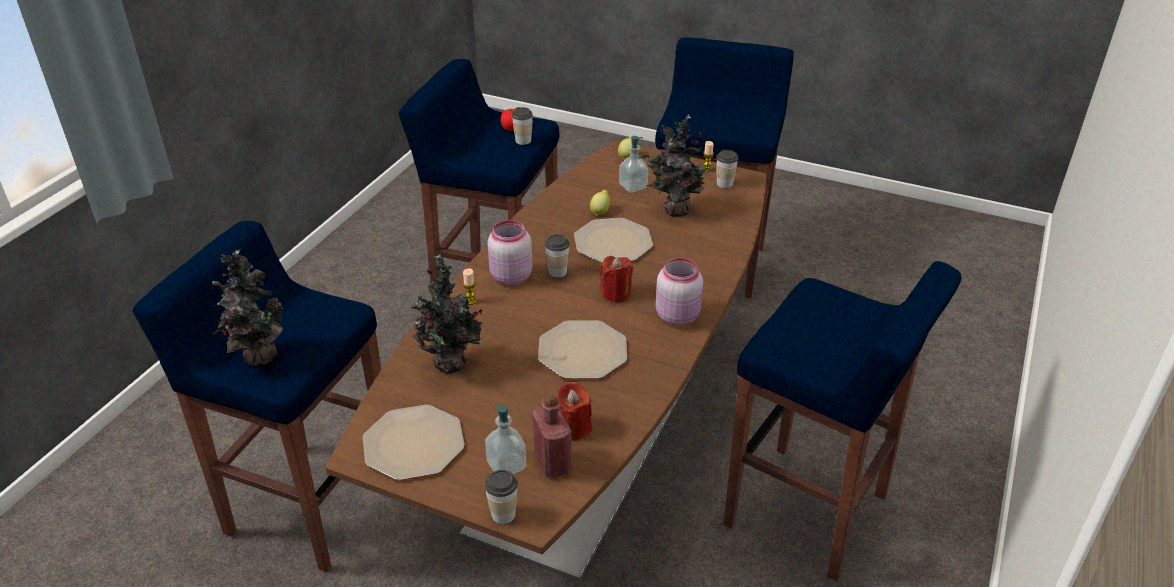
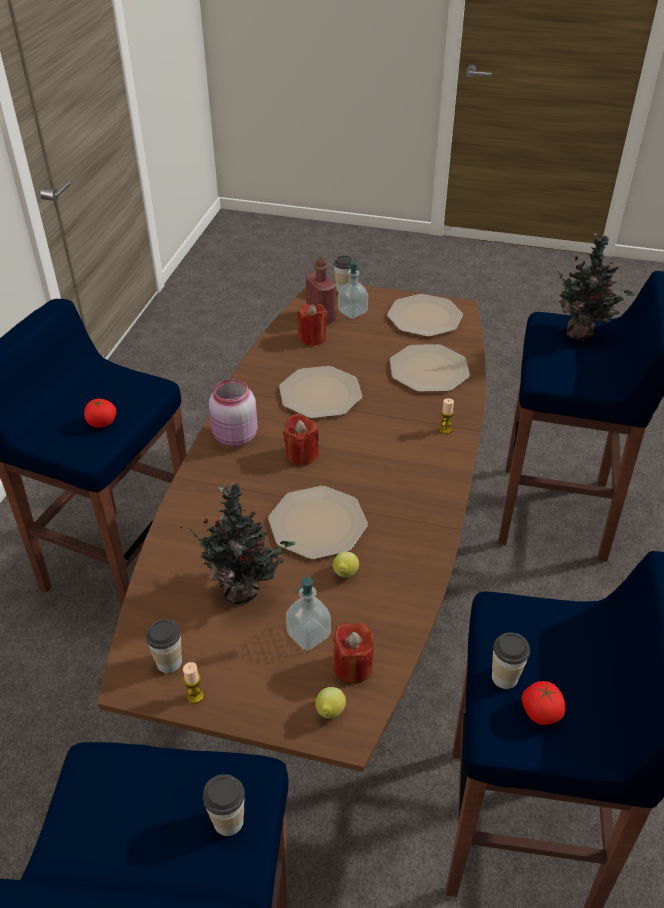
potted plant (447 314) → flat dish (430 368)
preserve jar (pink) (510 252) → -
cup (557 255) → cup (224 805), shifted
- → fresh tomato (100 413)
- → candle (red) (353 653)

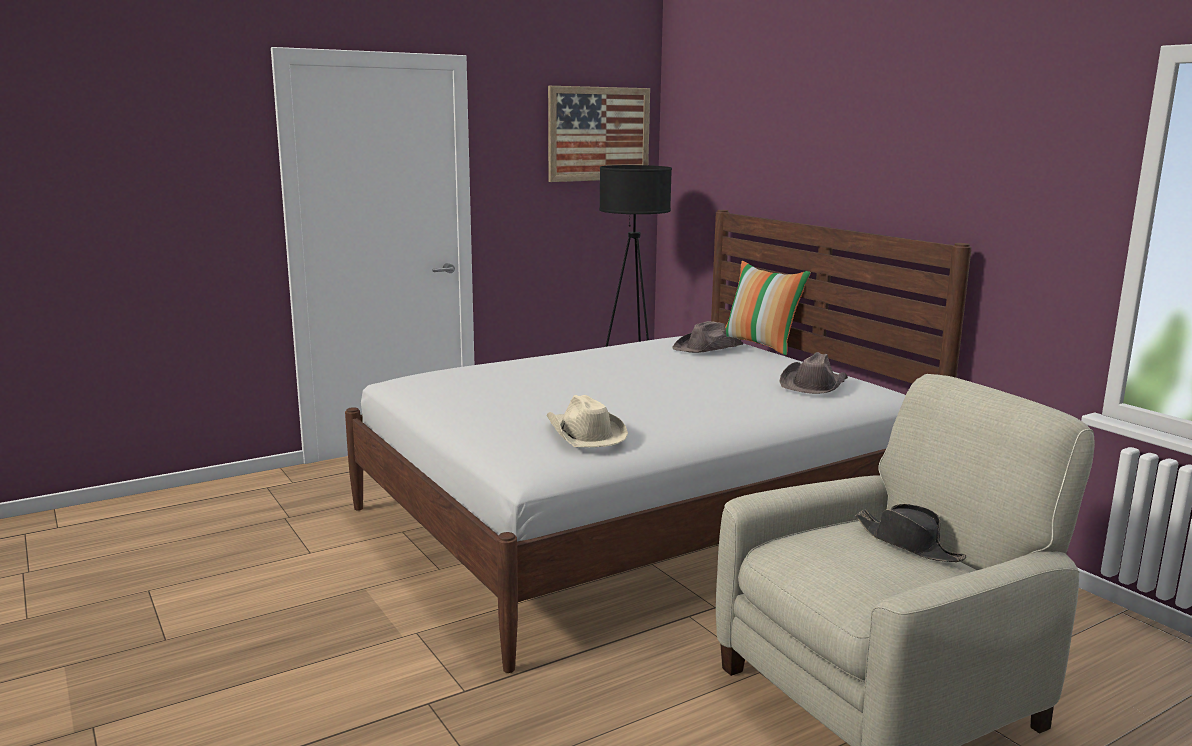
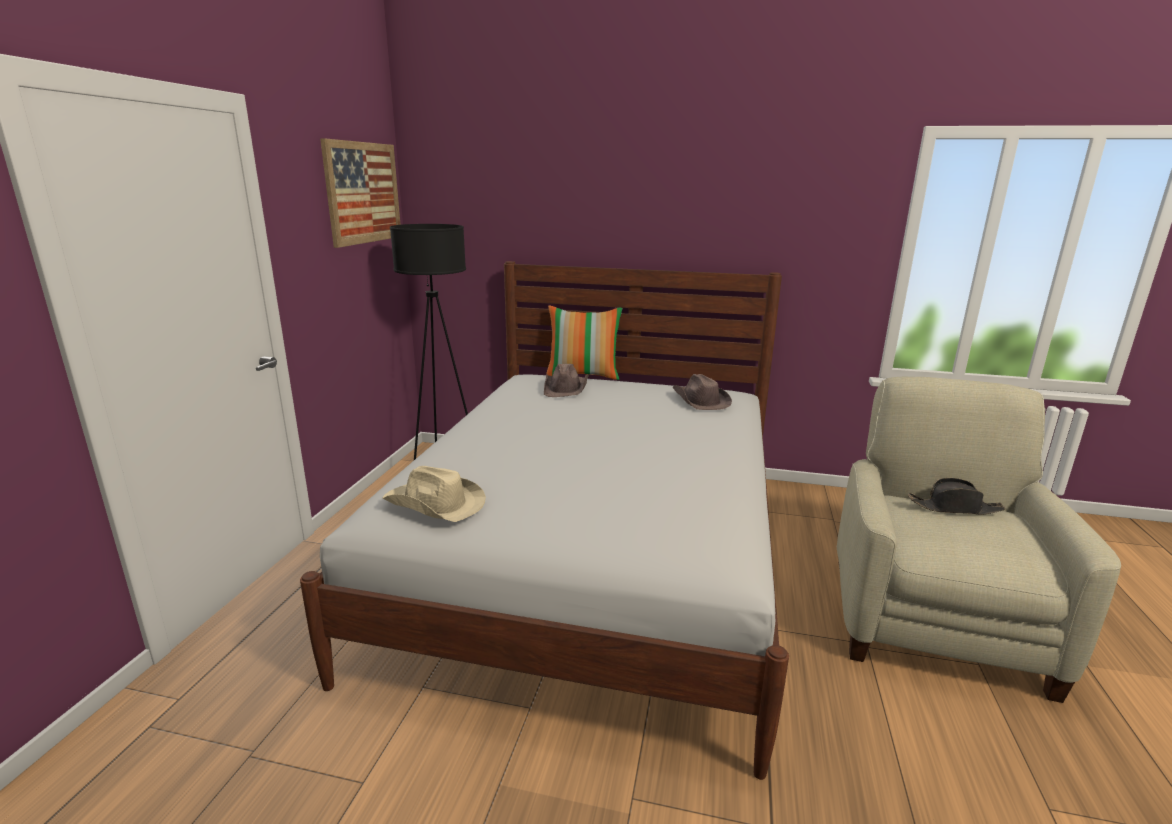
wearable hat (beige-coloured) (587 421) → wearable hat (beige-coloured) (434 494), shifted

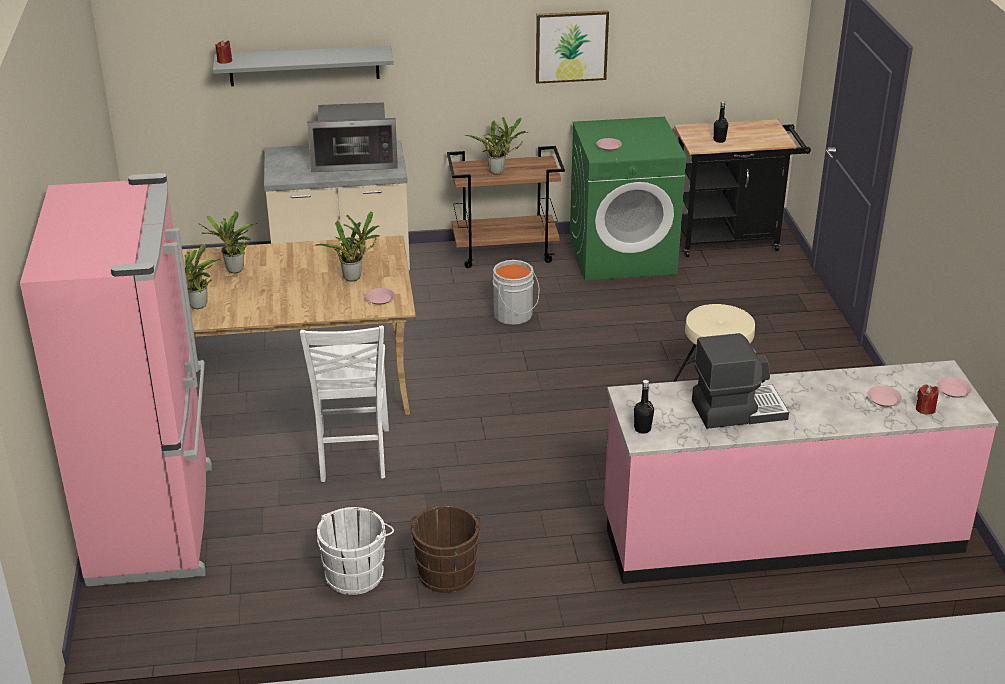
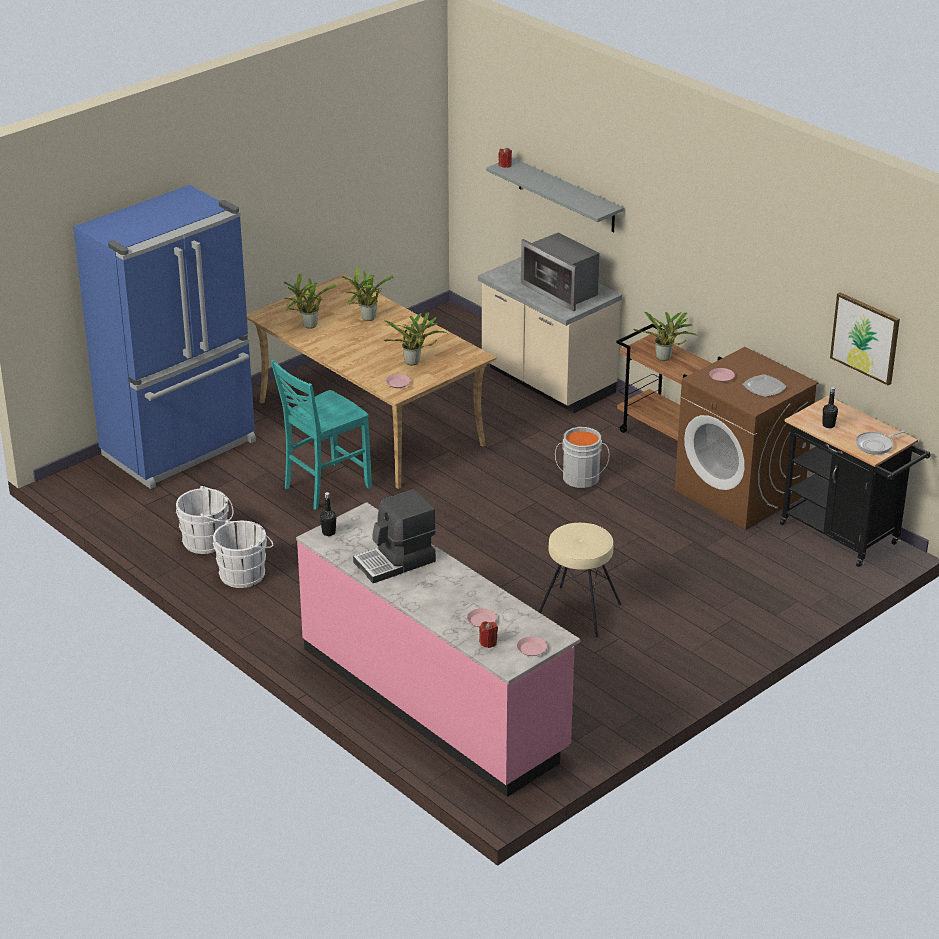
refrigerator (pink) (116 379) → refrigerator (blue) (164 337)
chair (white-coloured) (344 403) → chair (blue-green) (321 435)
pail (brownish) (445 549) → pail (white-coloured) (243 554)
wall picture (572 47) → wall picture (865 339), shifted
laundry appliance (green-coloured) (628 199) → laundry appliance (brownish) (747 438)
coffee brewer (740 381) → coffee brewer (394 536), 105 degrees clockwise
- → flat dish (764 385)
- → skillet (880 442)

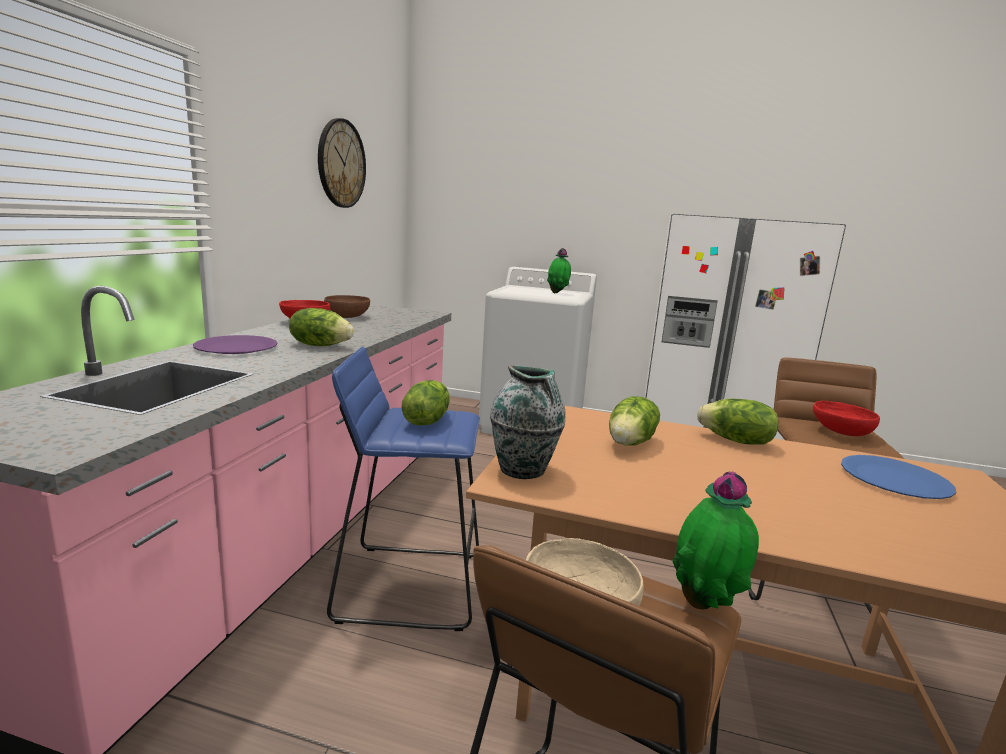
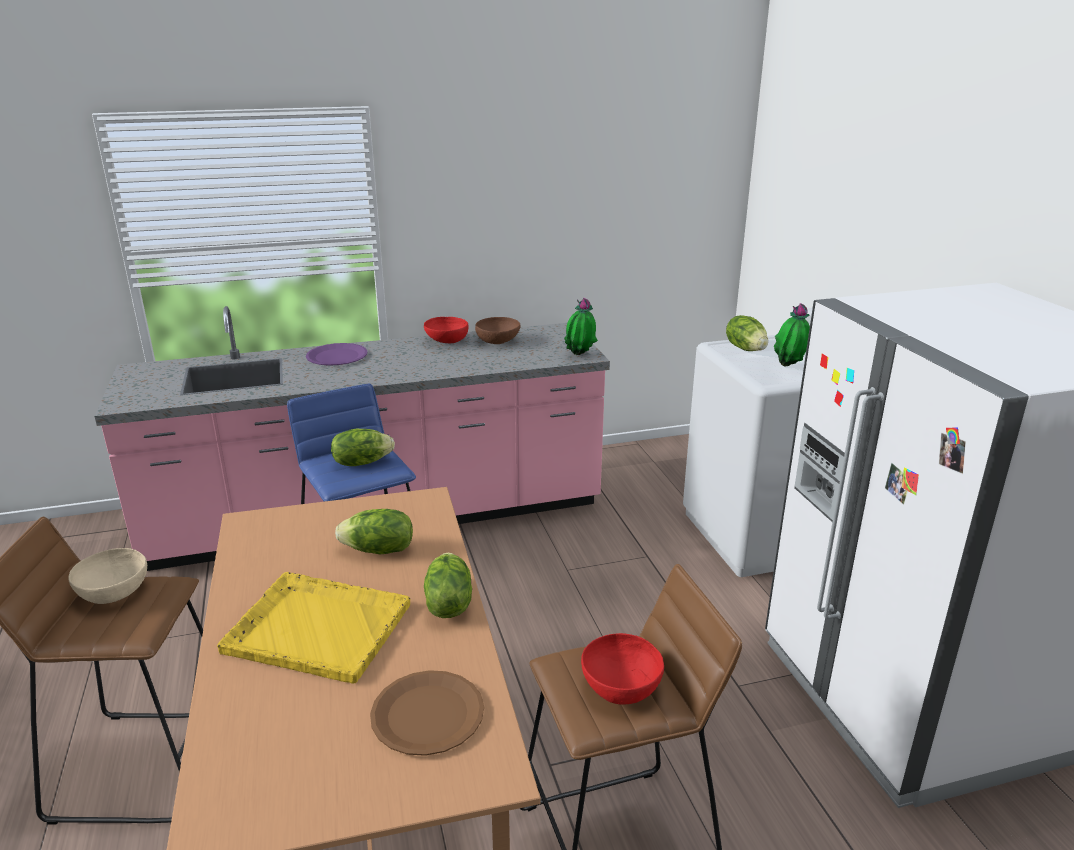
head of lettuce (321 327) → head of lettuce (747 333), shifted
wall clock (342 163) → -
vase (528 422) → -
potted plant (715 540) → potted plant (581 326), shifted
flat dish (blue) (898 477) → flat dish (brownish) (427 713)
- → tray (yellow) (313 627)

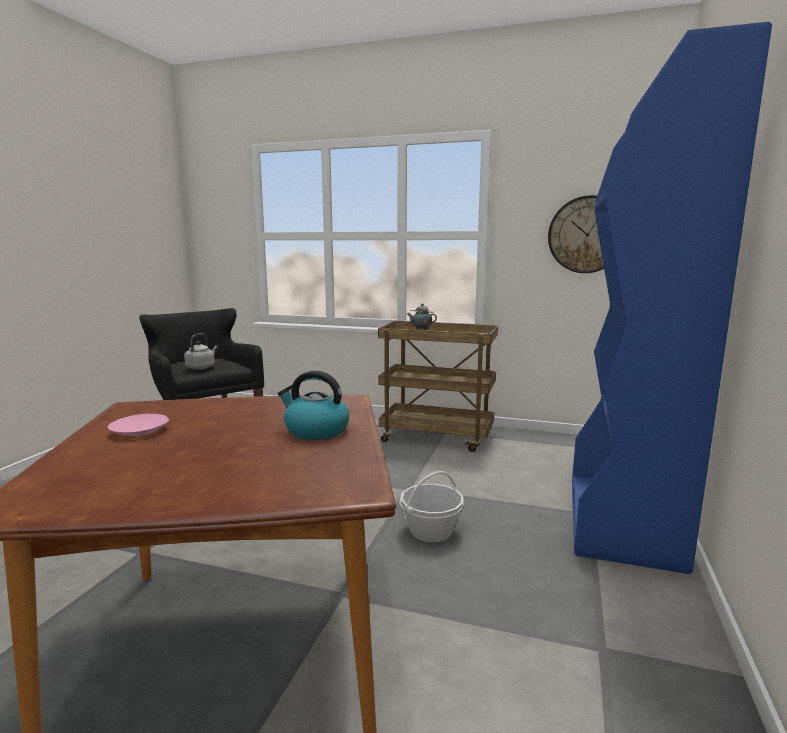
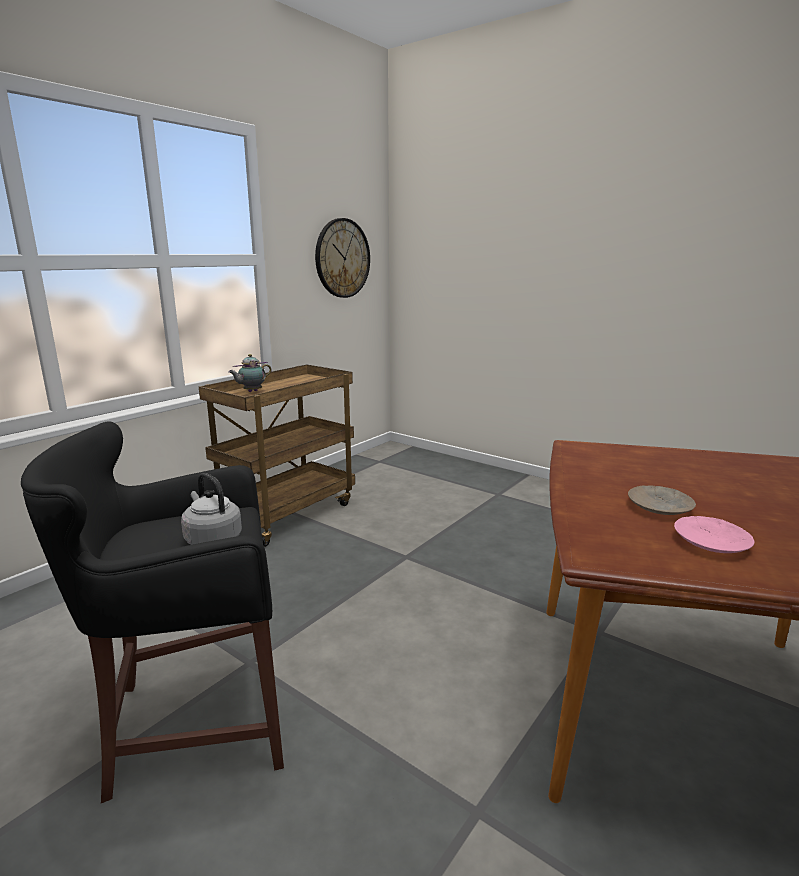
kettle (313 405) → -
household basket (432 506) → -
bookcase (blue) (672 298) → -
- → flat dish (beige-coloured) (662 500)

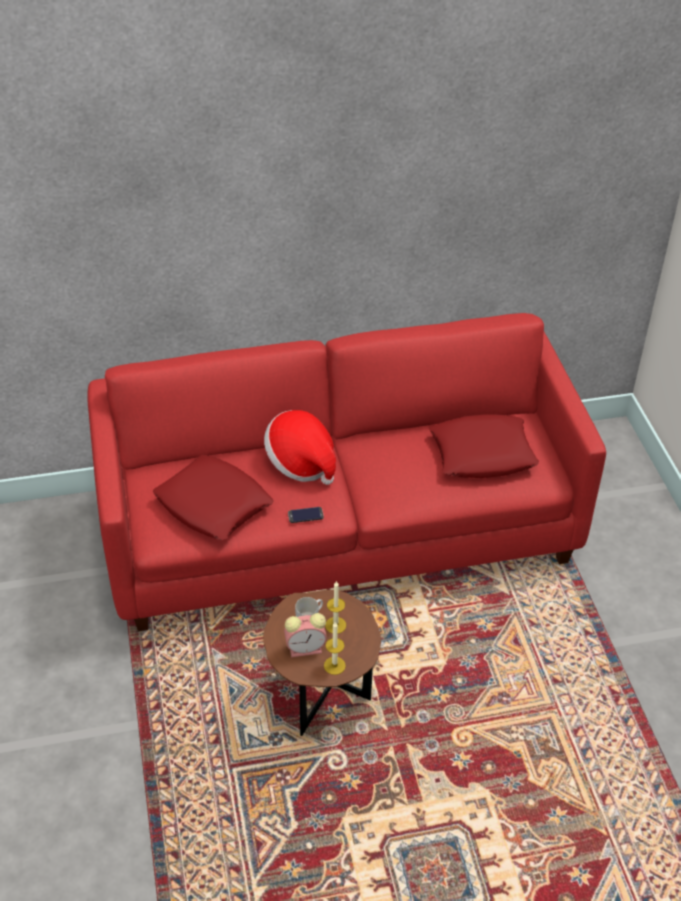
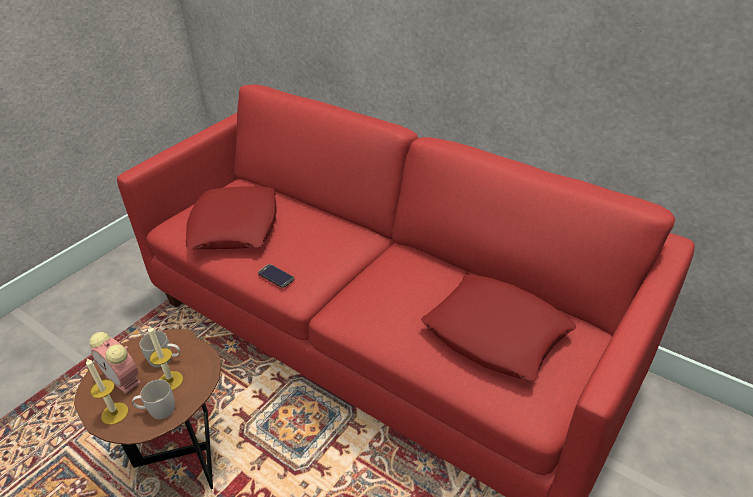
wearable hat (300 447) → -
- → tea mug (white-coloured) (153 399)

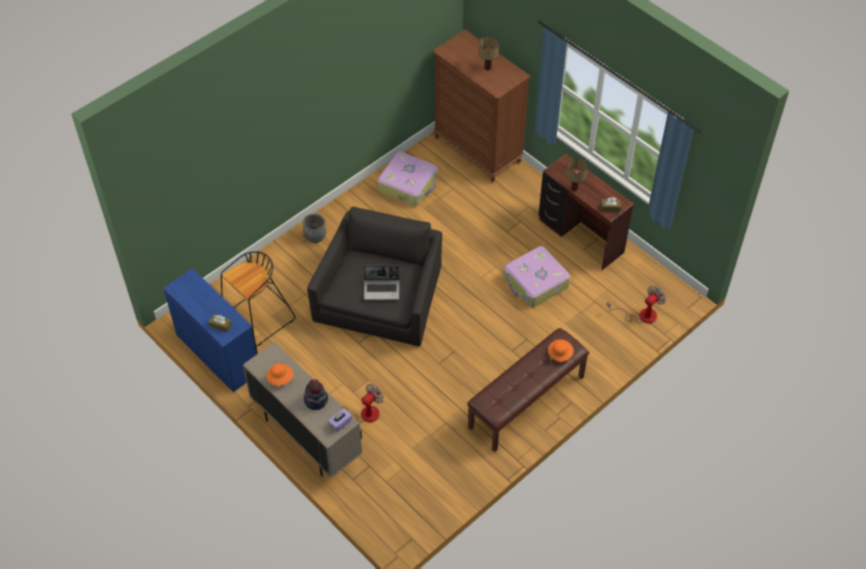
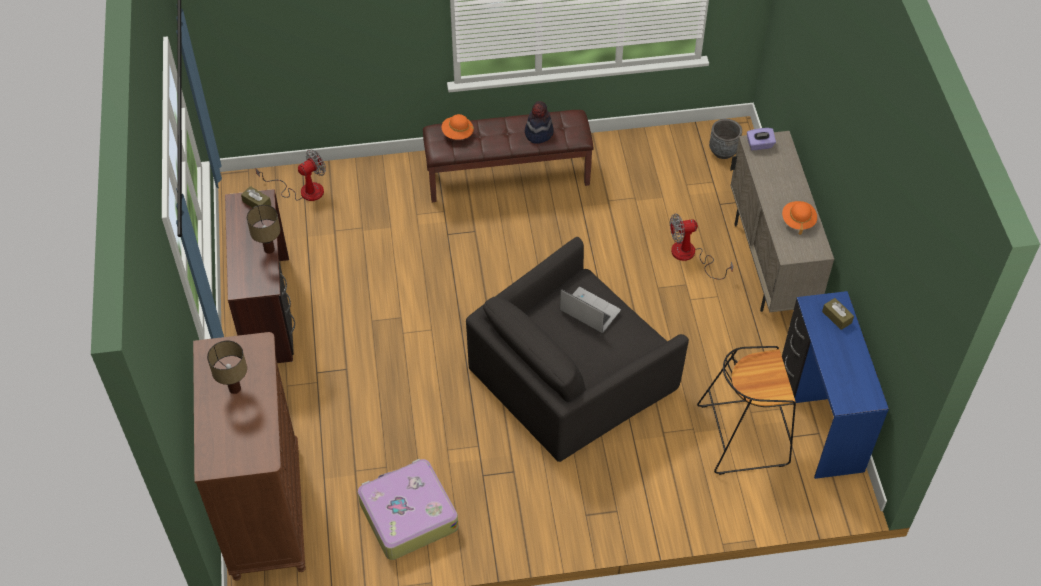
plant pot (greyish) (314 228) → plant pot (greyish) (725 139), shifted
wearable hat (316 394) → wearable hat (539 122), shifted
travel case (537 276) → -
electric fan (636 305) → electric fan (290 175), 150 degrees clockwise

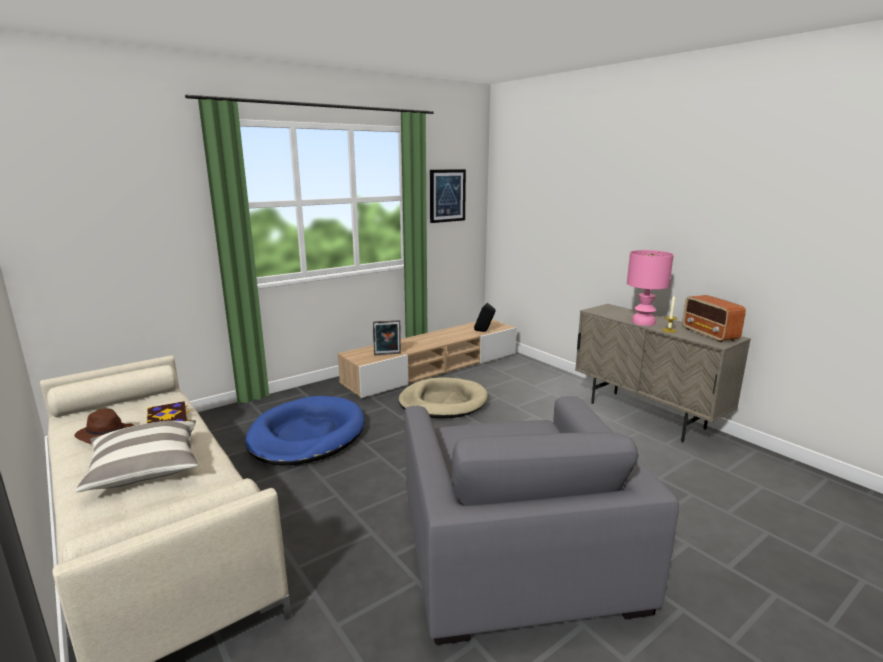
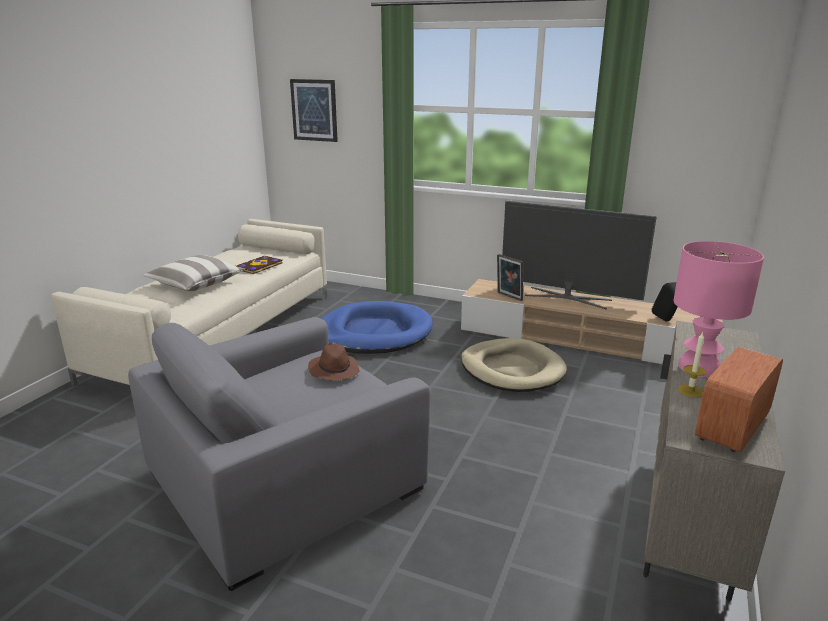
wearable hat (brownish) (104 426) → wearable hat (brownish) (334 362), shifted
wall picture (448 196) → wall picture (314 110), shifted
- → TV set (579 255)

